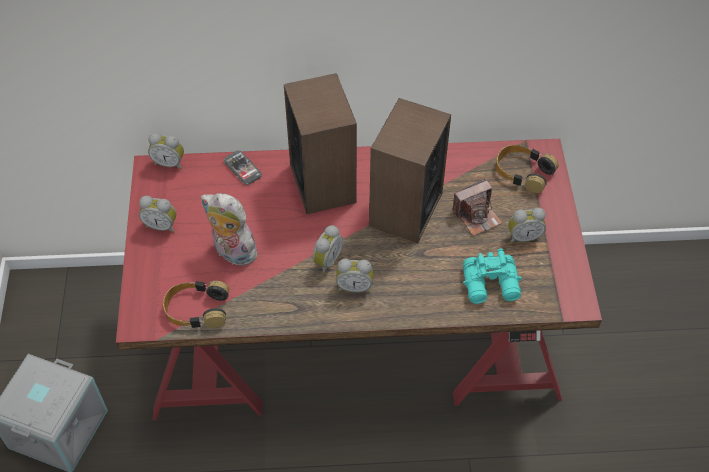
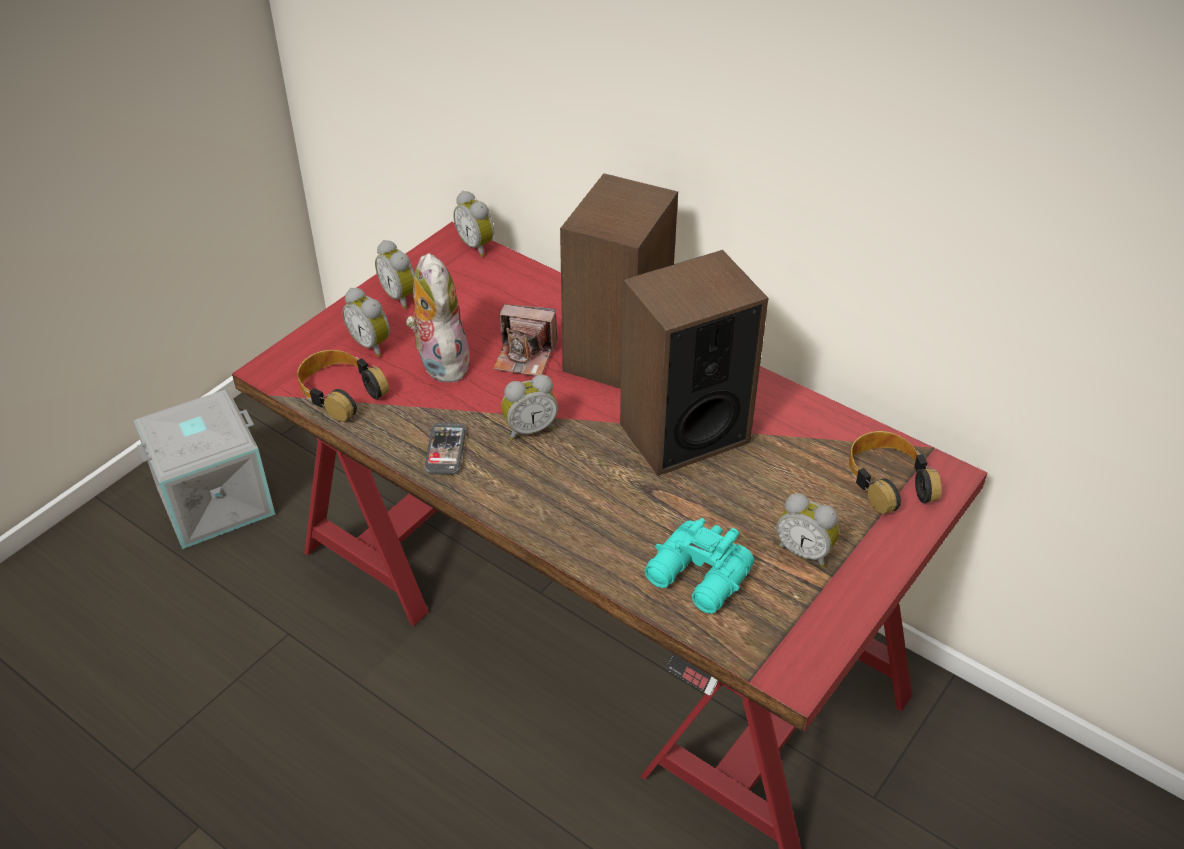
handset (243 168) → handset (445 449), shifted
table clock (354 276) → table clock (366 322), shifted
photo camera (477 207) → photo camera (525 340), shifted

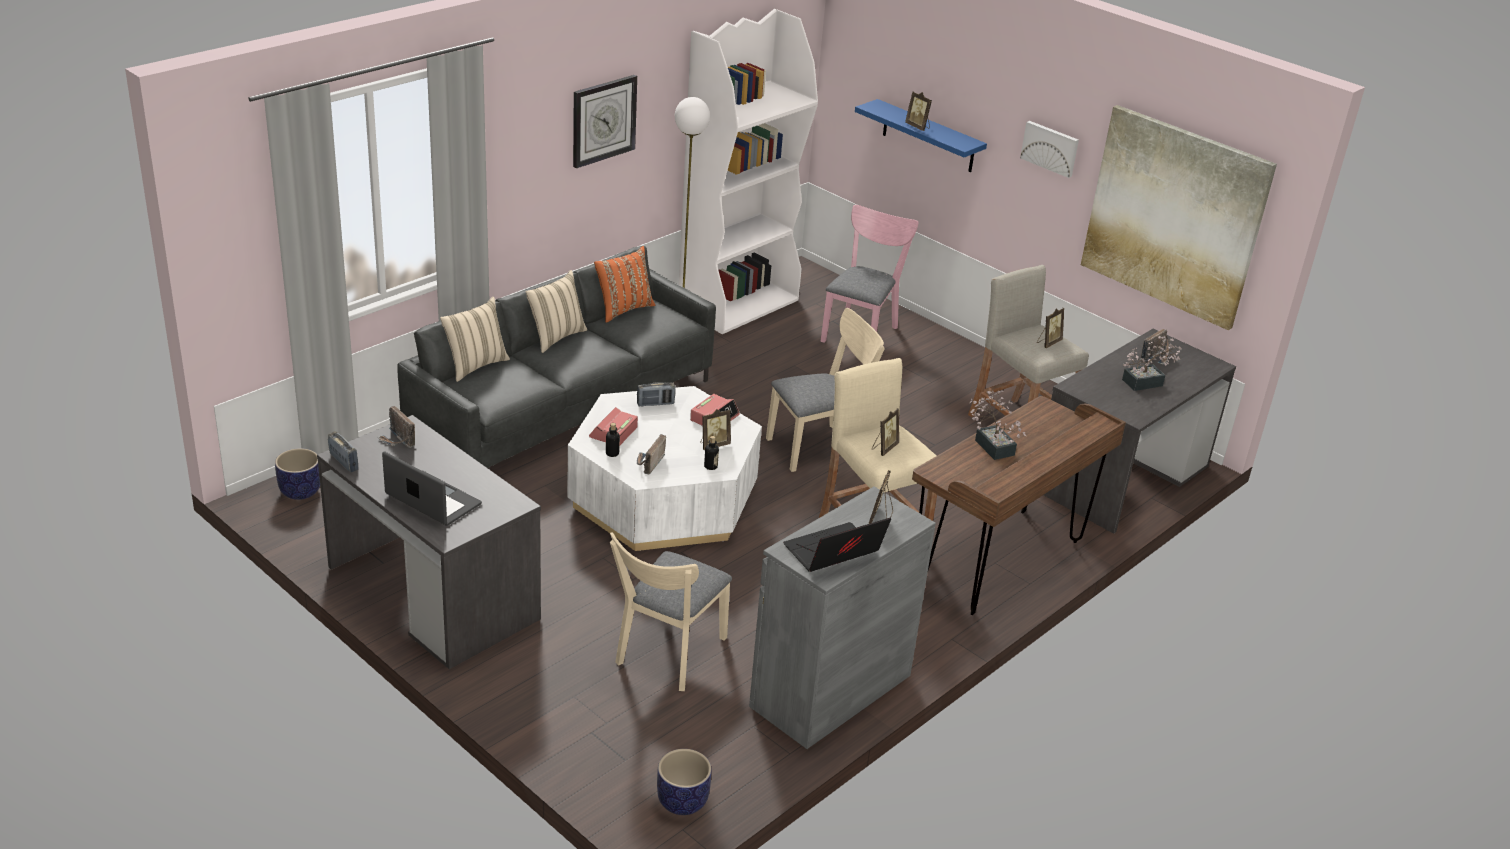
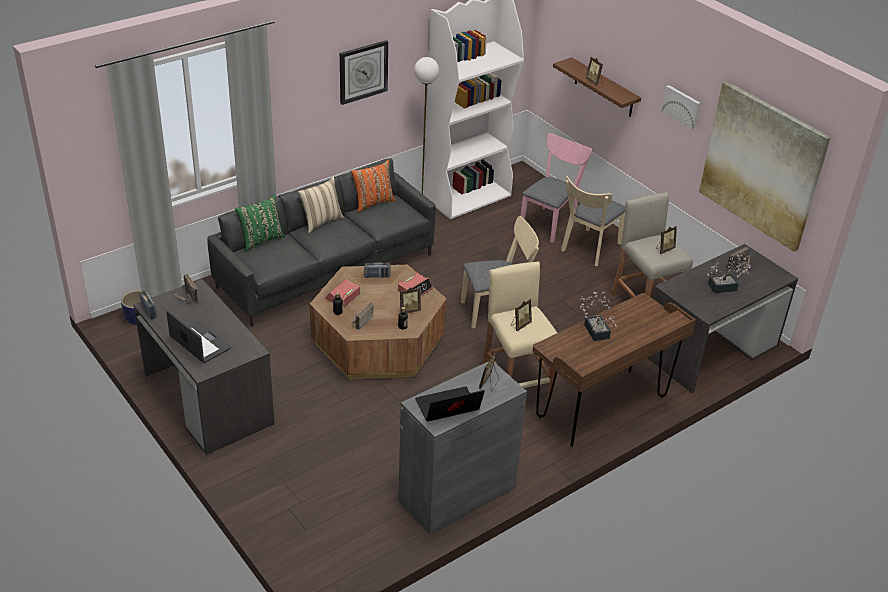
pillow (beige-coloured) (475 339) → pillow (green-coloured) (260 223)
coffee table (white-coloured) (664 468) → coffee table (brownish) (378 322)
chair (beige-coloured) (671 611) → chair (beige-coloured) (593 221), shifted
plant pot (684 782) → -
shelf (blue) (921 135) → shelf (brownish) (597 87)

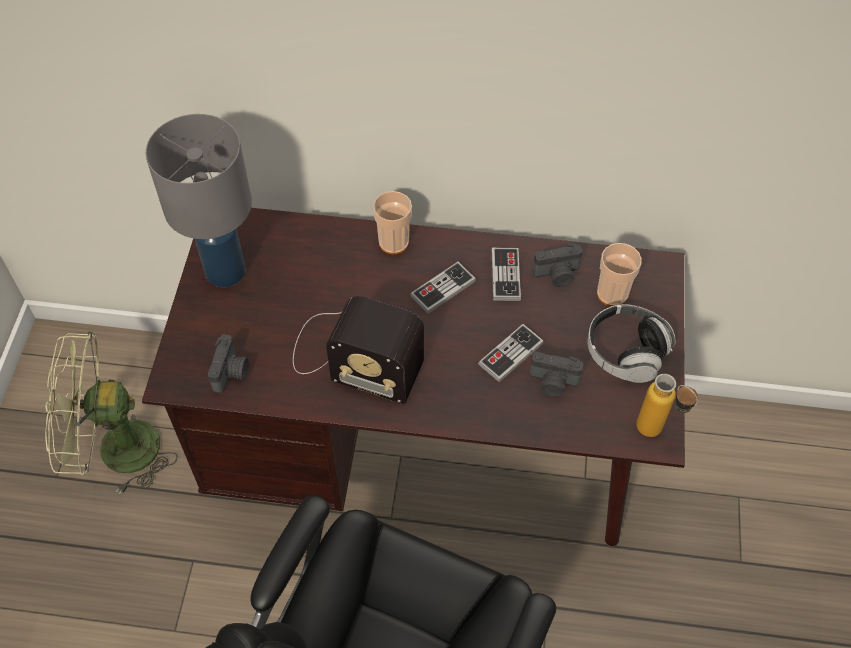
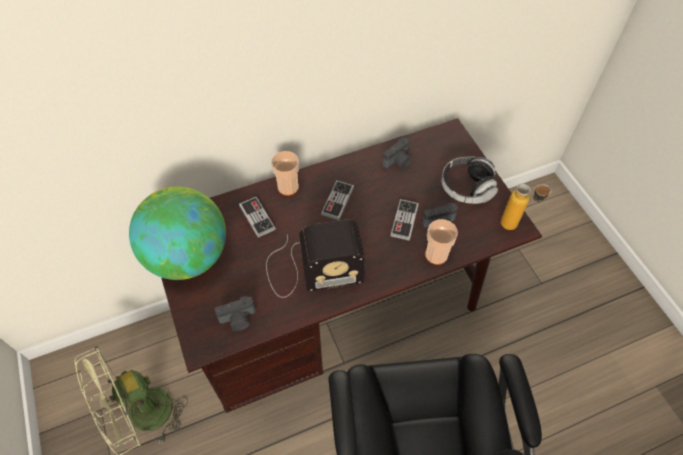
tabletop lamp (greyish) (199 200) → world globe (177 233)
photo camera (228 363) → photo camera (235 313), 90 degrees clockwise
joypad (506 274) → joypad (257 217), shifted
cup (619 274) → cup (441 242), shifted

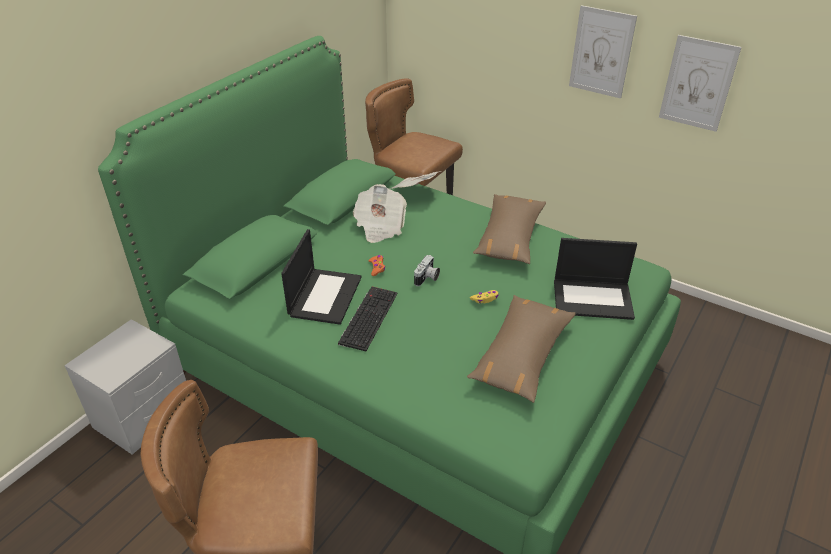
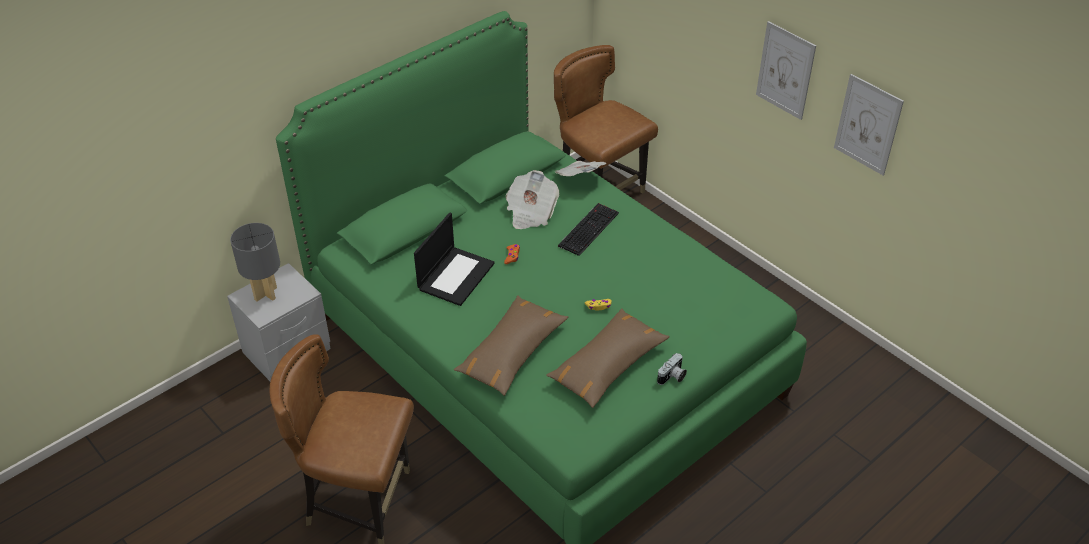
keyboard (368 318) → keyboard (588 229), shifted
photo camera (427 270) → photo camera (672 369), shifted
pillow (brownish) (509 229) → pillow (brownish) (511 345), shifted
notebook computer (595 279) → -
- → tabletop lamp (greyish) (255 262)

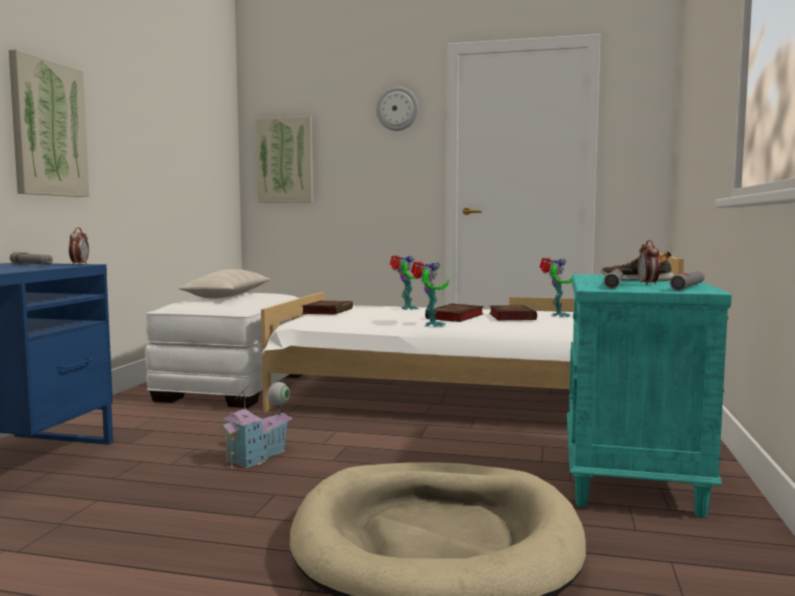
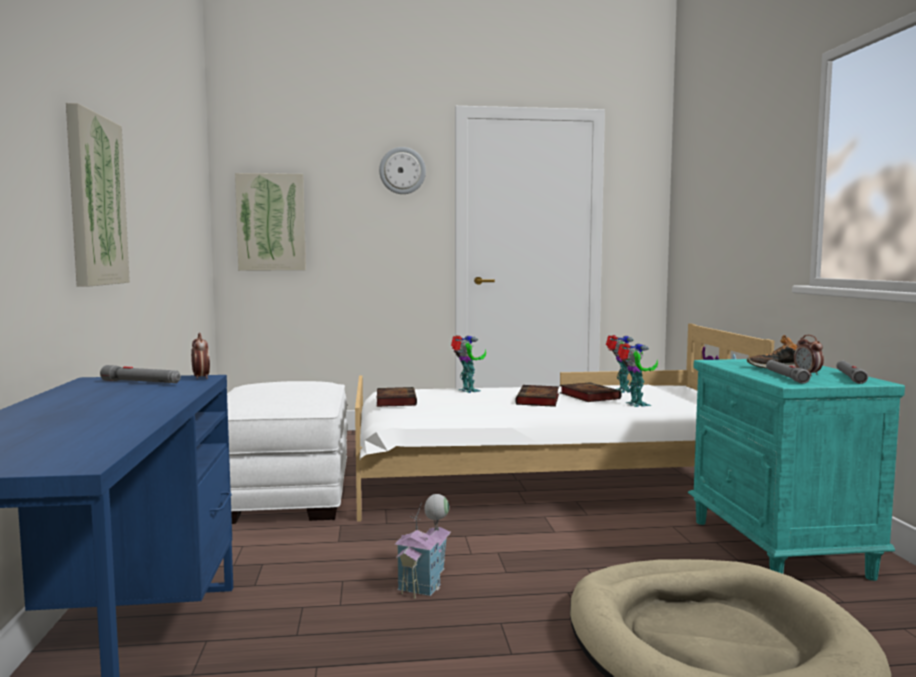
pillow (beige-coloured) (225 283) → -
robot figure (430 294) → robot figure (637 375), shifted

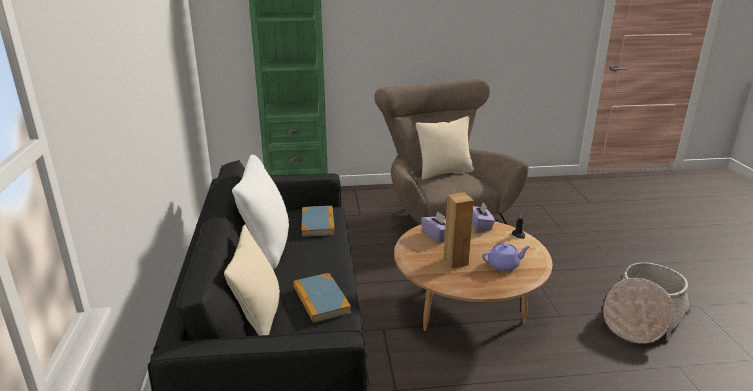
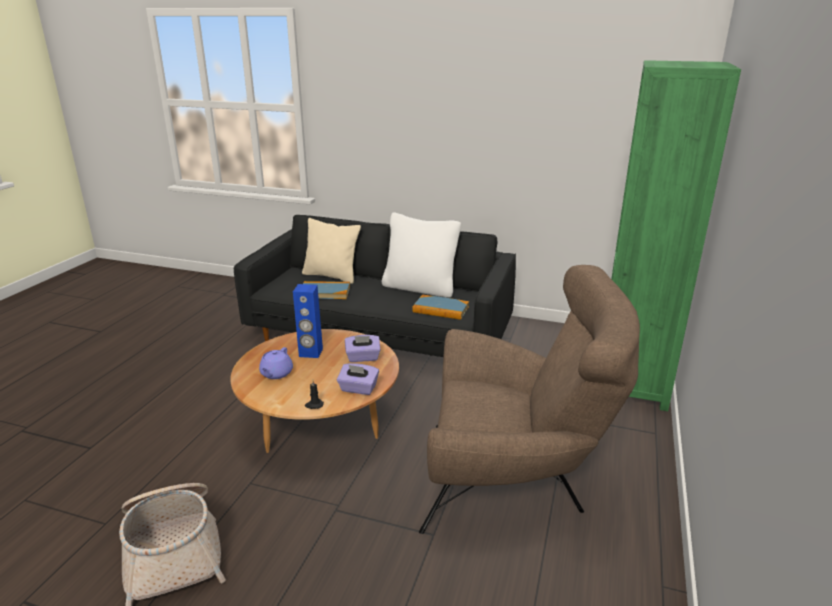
pillow (beige-coloured) (445 148) → -
audio speaker (brownish) (459 230) → audio speaker (blue) (308 321)

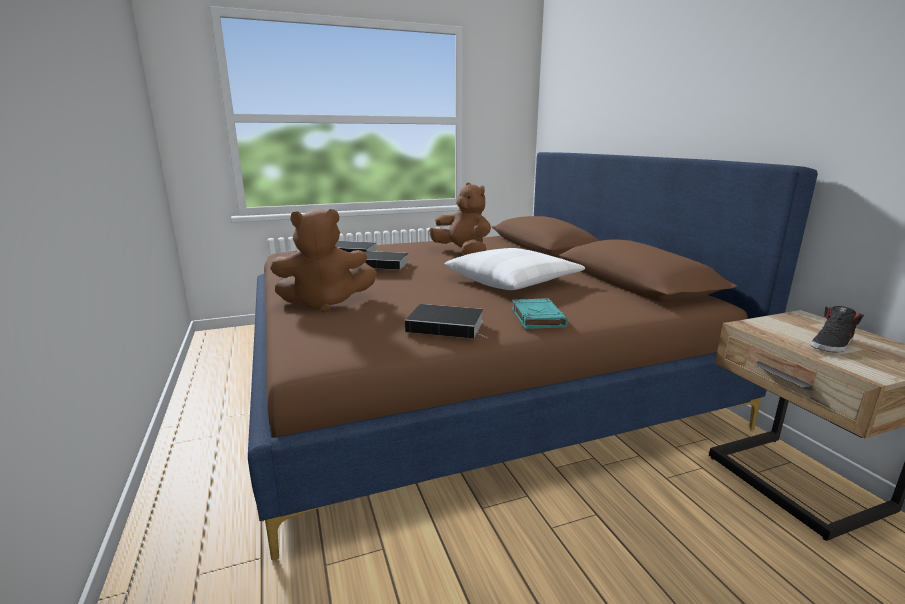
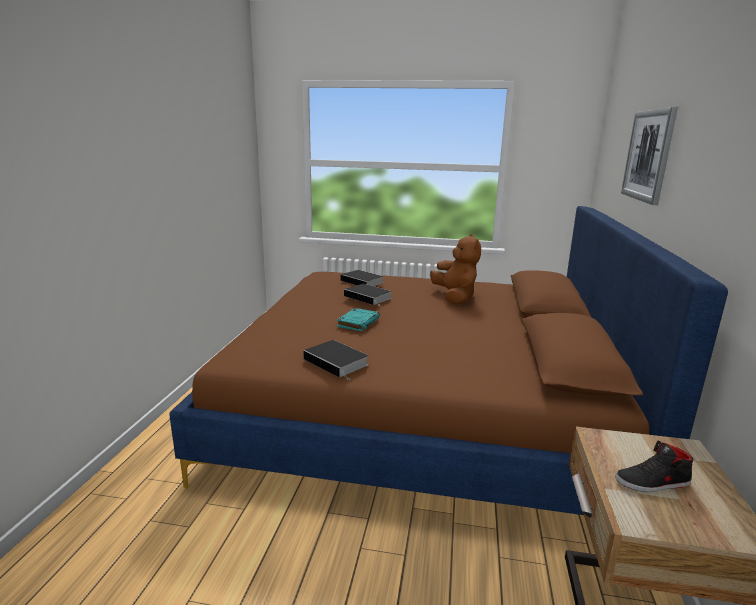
soft toy (brownish) (323 260) → -
pillow (white-coloured) (515 269) → -
book (blue-green) (540 313) → book (blue-green) (358 319), shifted
- → wall picture (649 156)

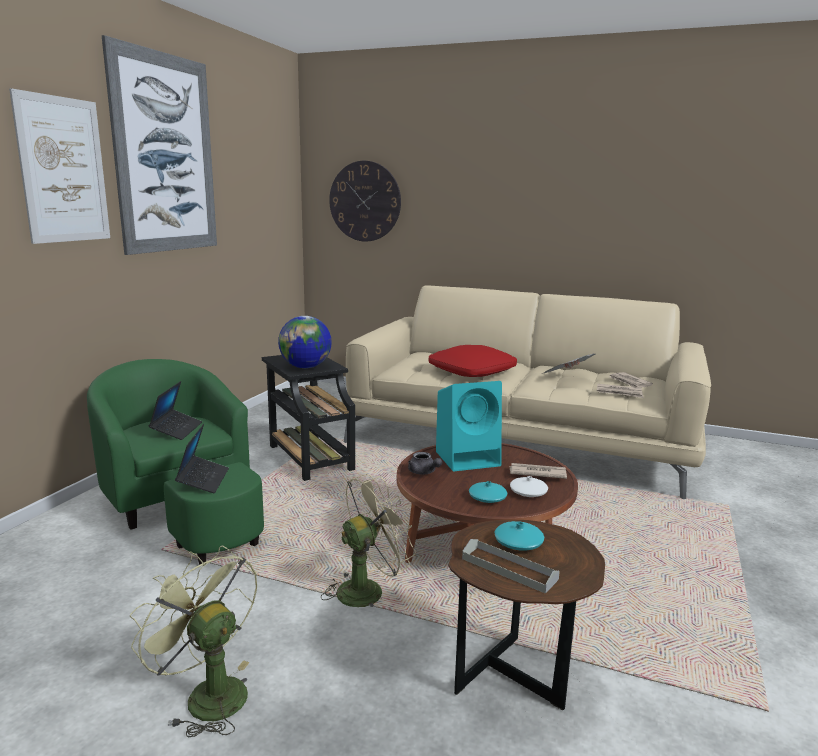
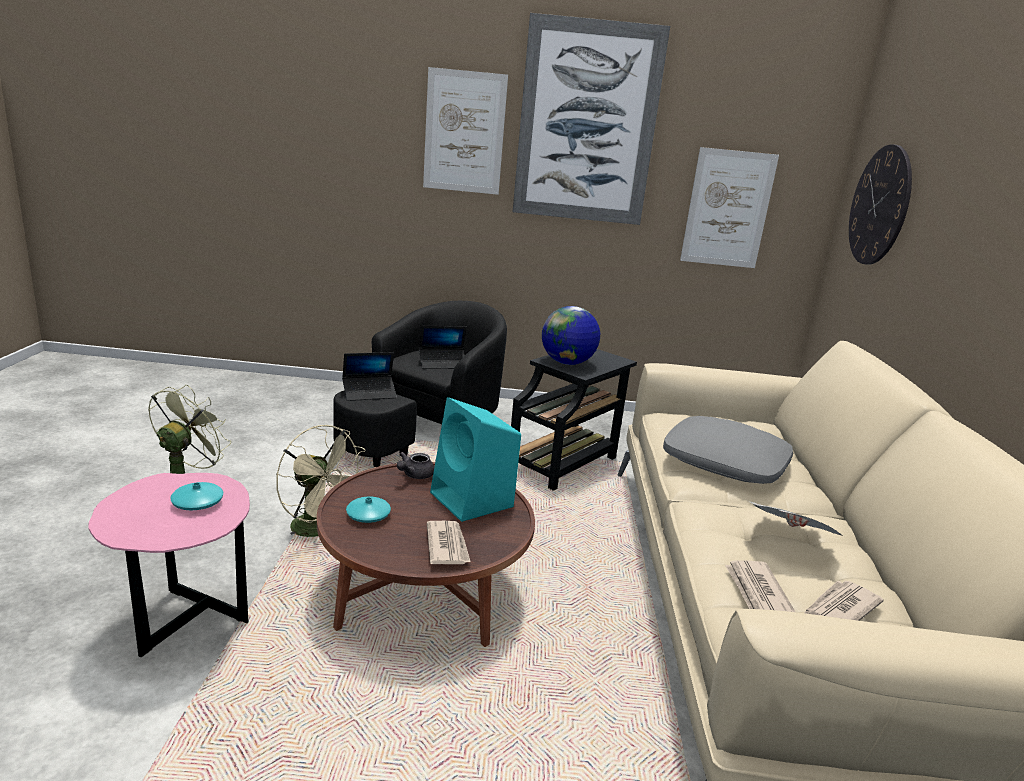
easy chair (green-coloured) (175 462) → easy chair (black-coloured) (420 384)
pillow (red) (473 361) → pillow (greyish) (728 450)
end table (brownish) (526 615) → end table (pink) (169 565)
tray (greyish) (511 566) → -
vase (white-coloured) (529 486) → -
- → wall picture (729 207)

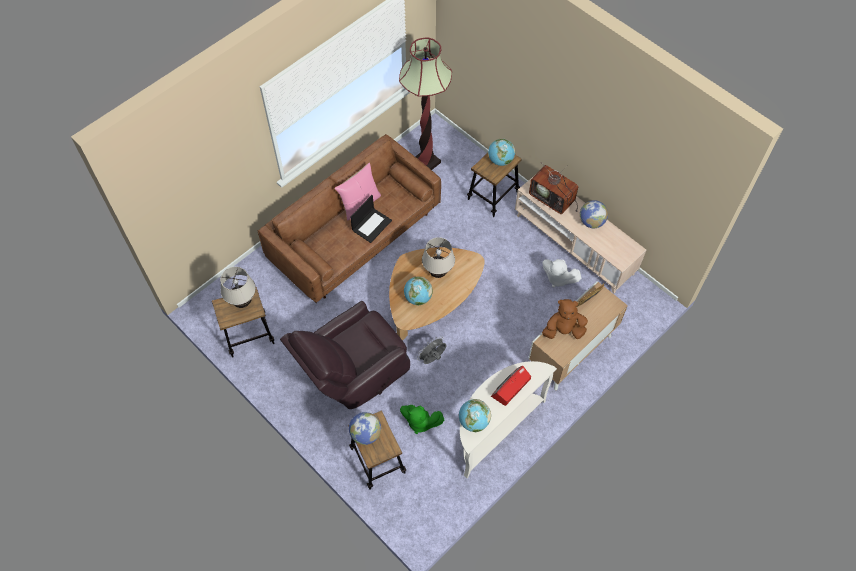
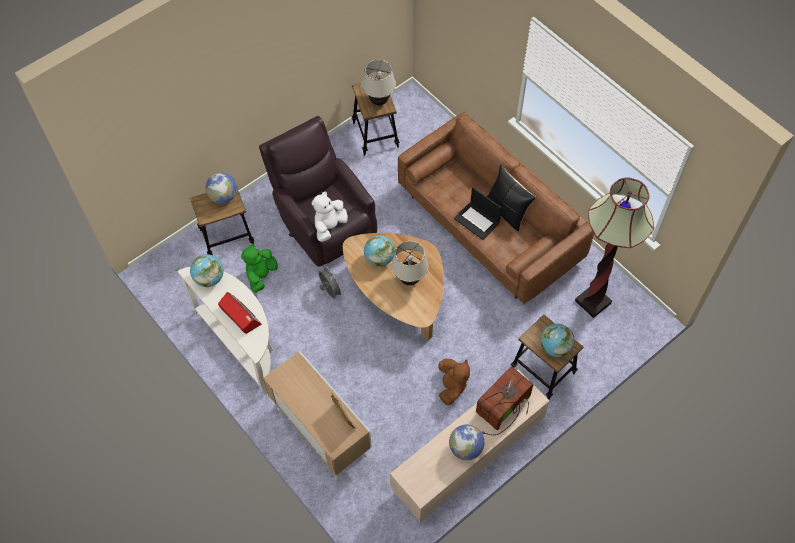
pillow (pink) (357 192) → pillow (black-coloured) (511 197)
soft toy (white-coloured) (561 273) → soft toy (white-coloured) (330 217), shifted
soft toy (brownish) (565 319) → soft toy (brownish) (454 382), shifted

